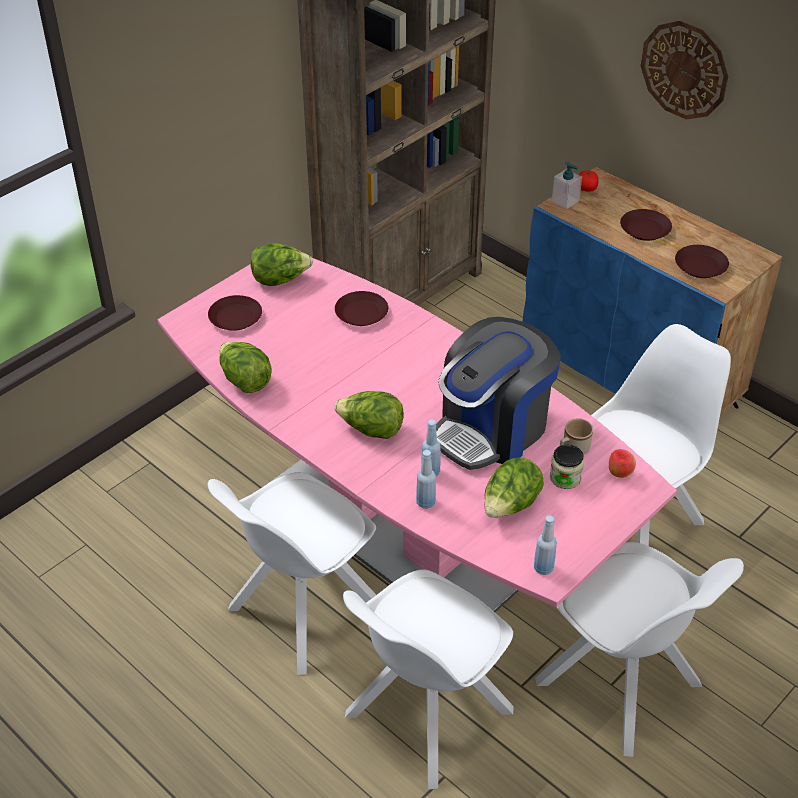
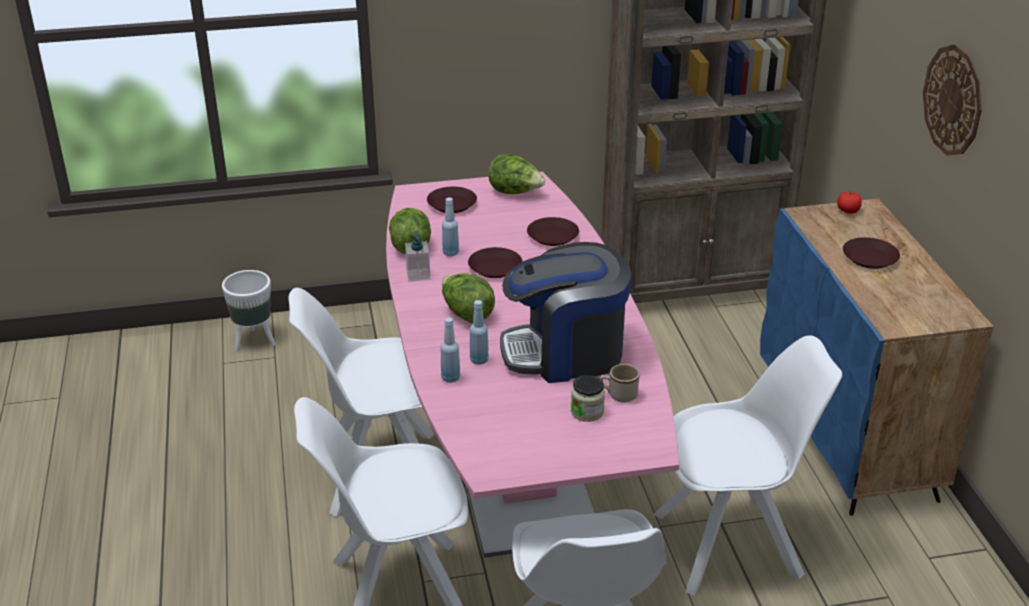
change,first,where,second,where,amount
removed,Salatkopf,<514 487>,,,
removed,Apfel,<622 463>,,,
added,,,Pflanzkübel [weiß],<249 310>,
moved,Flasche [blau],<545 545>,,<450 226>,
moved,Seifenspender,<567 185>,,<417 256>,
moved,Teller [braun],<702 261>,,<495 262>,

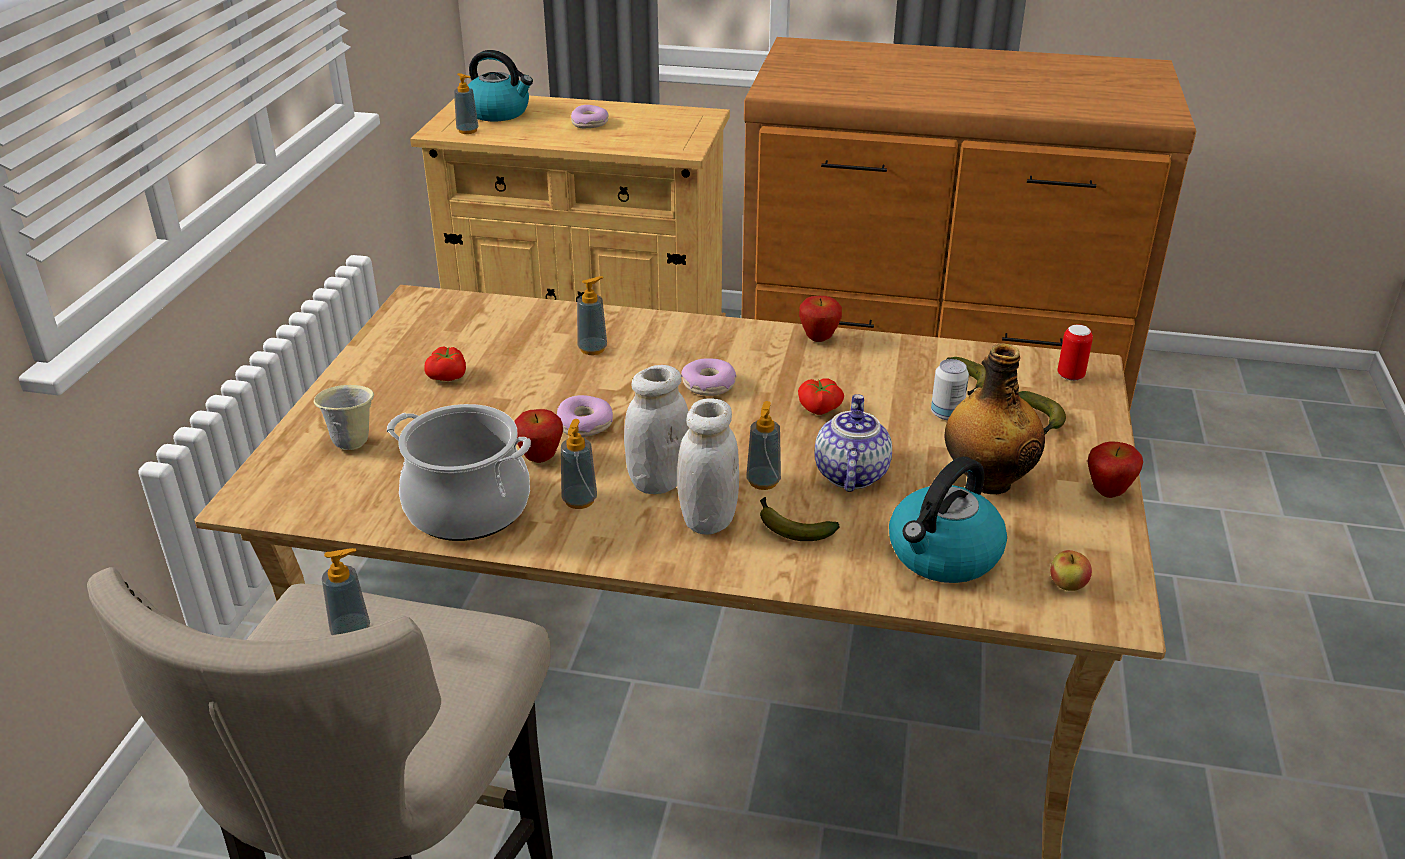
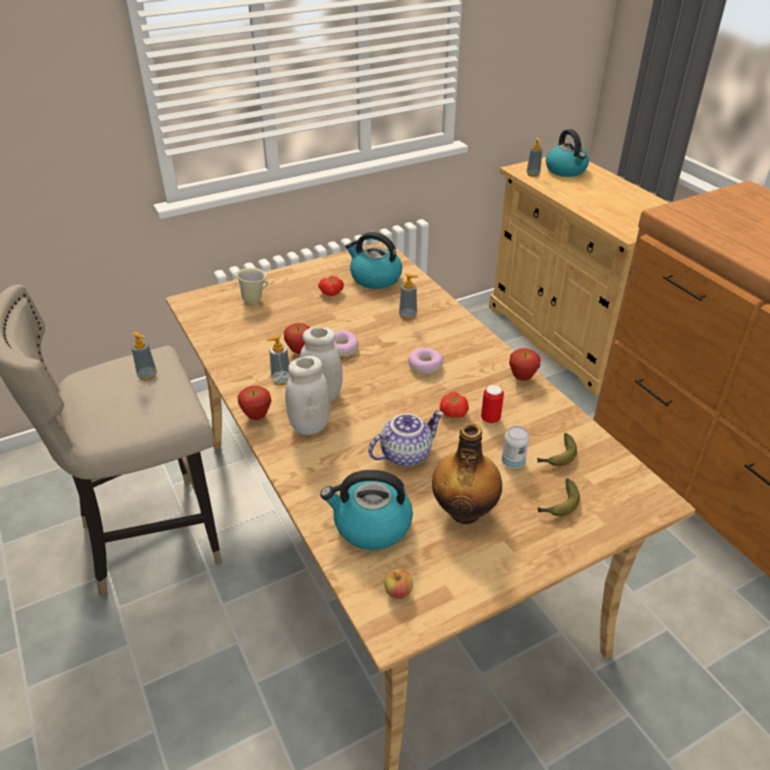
change,first,where,second,where,amount
removed,Kochtopf,<459 472>,,,
removed,Donut,<590 116>,,,
removed,Seifenspender,<763 445>,,,
removed,Banane,<800 519>,,,
added,,,Wasserkessel,<373 260>,
moved,Dose,<1075 353>,,<492 404>,
moved,Apfel,<1115 469>,,<254 403>,

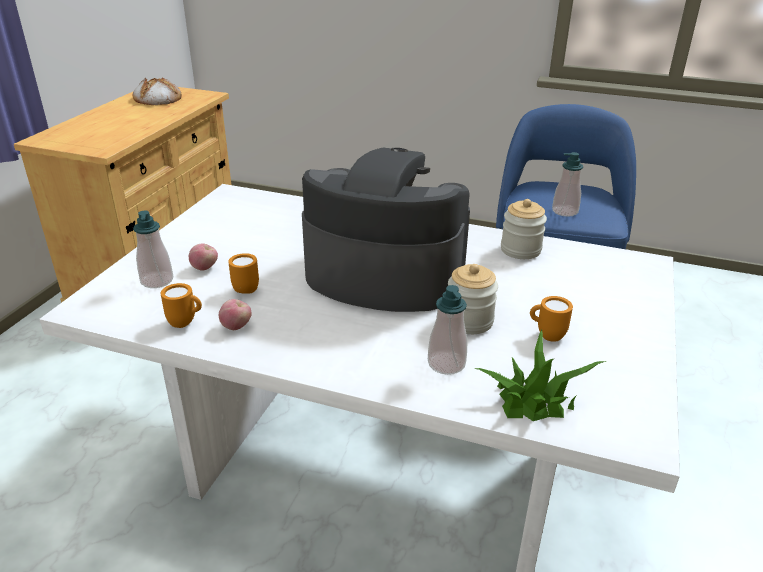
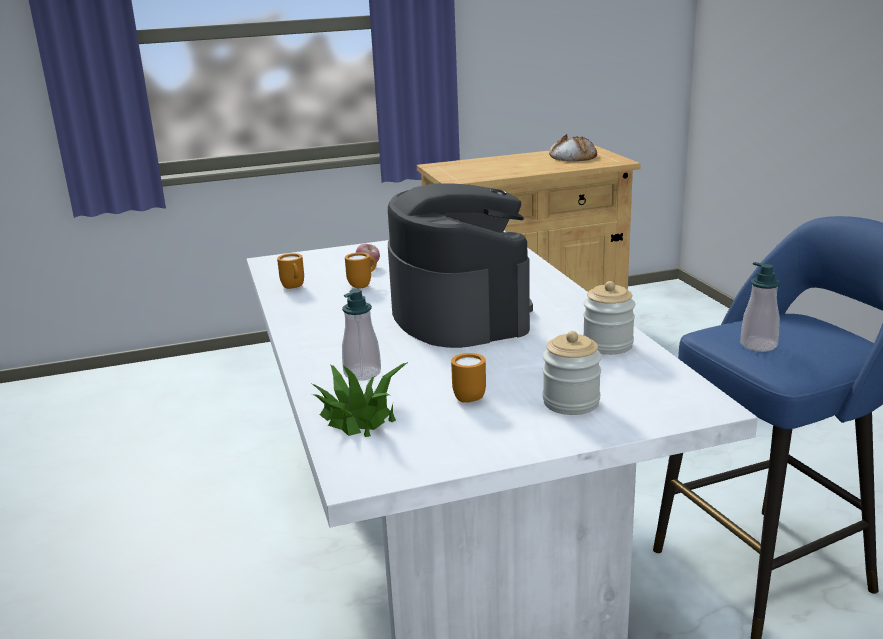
change,first,where,second,where,amount
removed,Seifenspender,<153 249>,,,
removed,Apfel,<235 314>,,,
moved,Vorratsglas,<473 299>,,<572 373>,

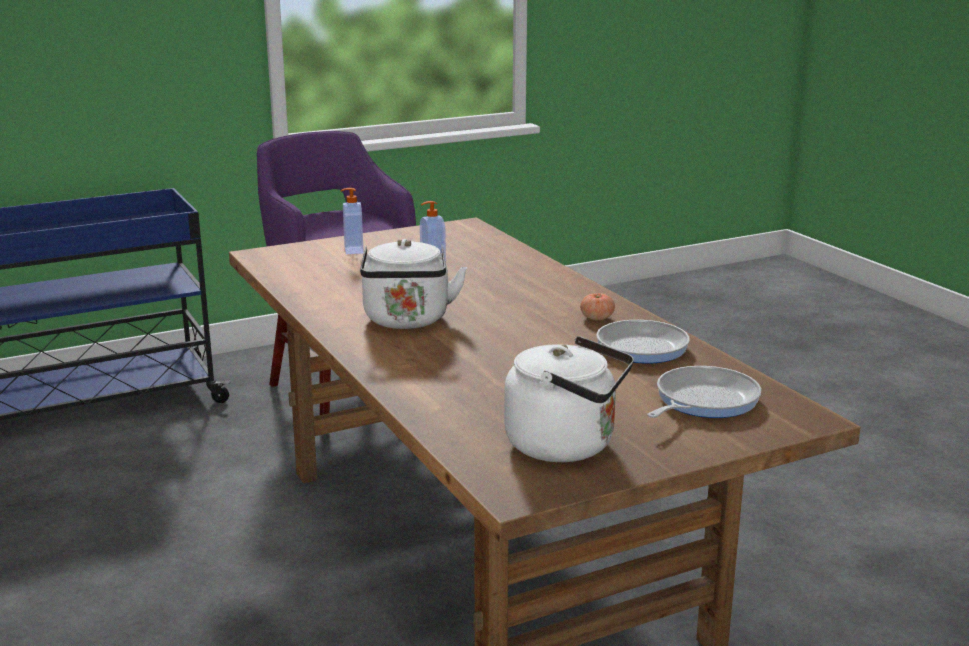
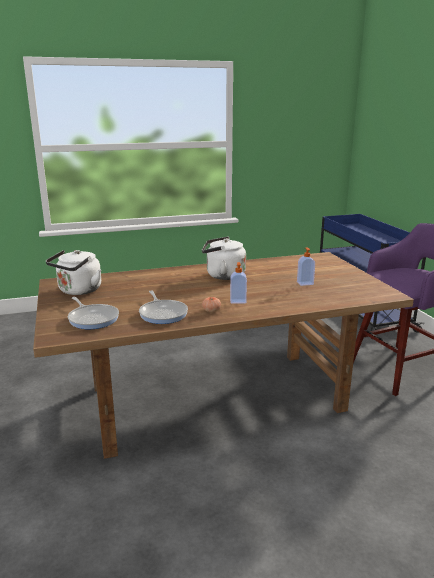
change,first,where,second,where,amount
moved,Seifenspender,<352 221>,,<238 283>,

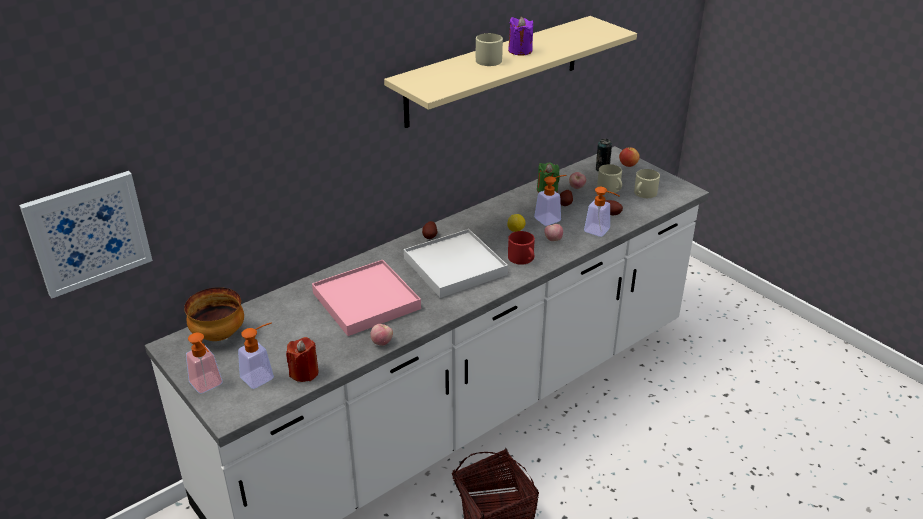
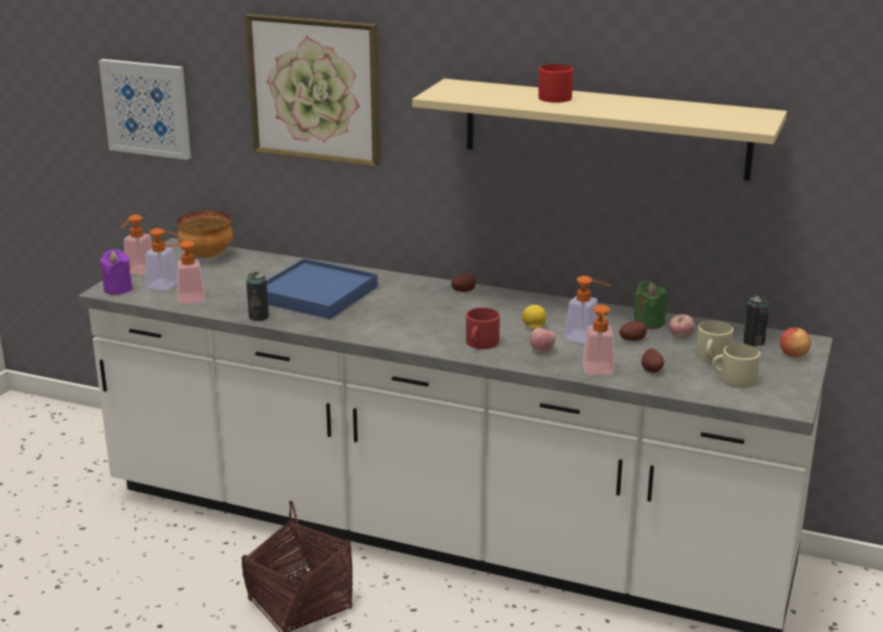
change,first,where,second,where,amount
removed,Tablett [weiß],<456 263>,,,
added,,,Bild,<312 90>,
moved,Kerze [lila],<520 36>,,<116 272>,
replaced,Kerze [rot],<302 359>,Seifenspender,<182 272>,
replaced,Apfel,<381 335>,Dose,<257 296>,
recoloured,Tablett [rosa],<366 298>,Tablett [blau],<322 289>,
recoloured,Henkelbecher [beige],<489 49>,Henkelbecher [rot],<555 83>,

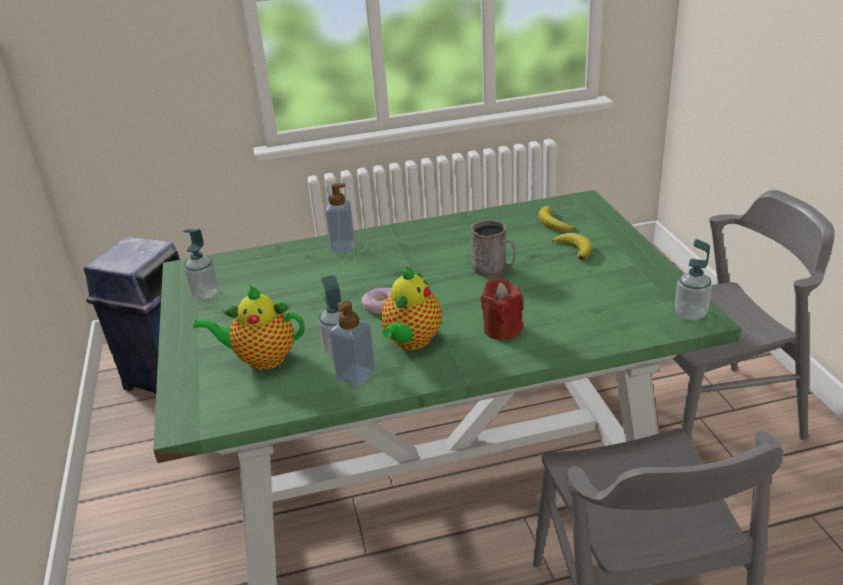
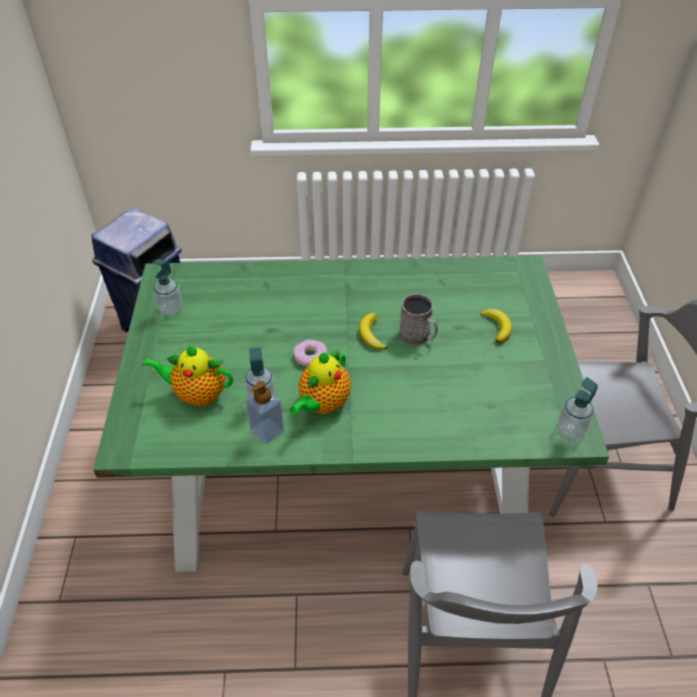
change,first,where,second,where,amount
removed,Seifenspender,<340 217>,,,
removed,Kerze [rot],<502 308>,,,
moved,Banane,<556 219>,,<373 331>,

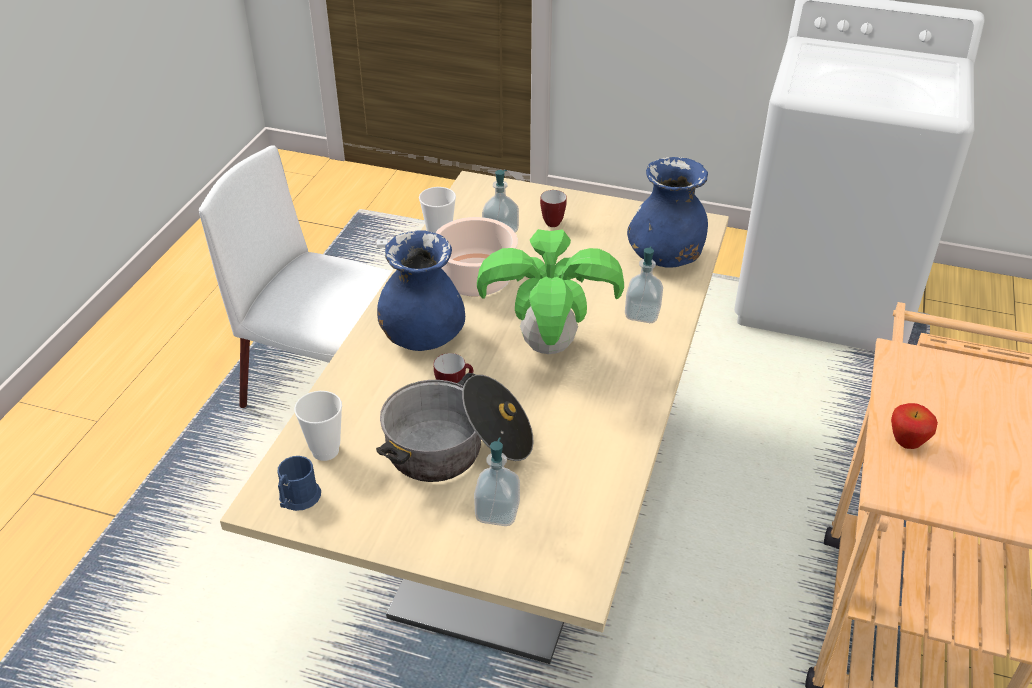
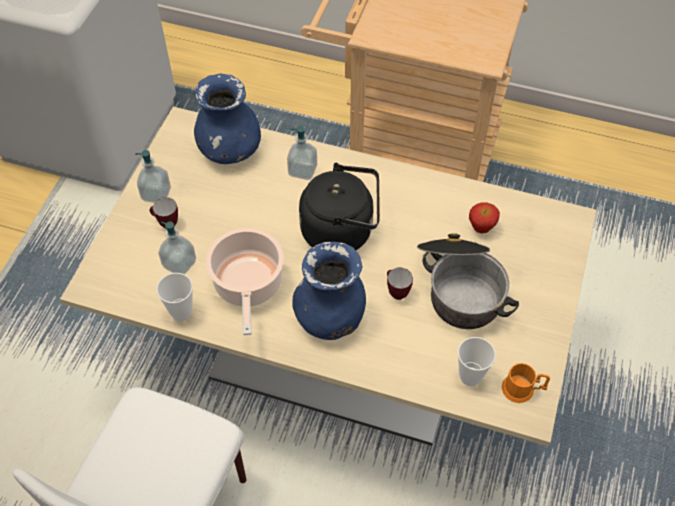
change,first,where,second,where,amount
moved,Seifenspender,<497 481>,,<153 176>,
moved,Apfel,<914 426>,,<484 217>,
replaced,Topfpflanze,<550 291>,Wasserkessel [schwarz],<339 206>,
recoloured,Henkelbecher [blau],<299 483>,Henkelbecher [orange],<526 383>,

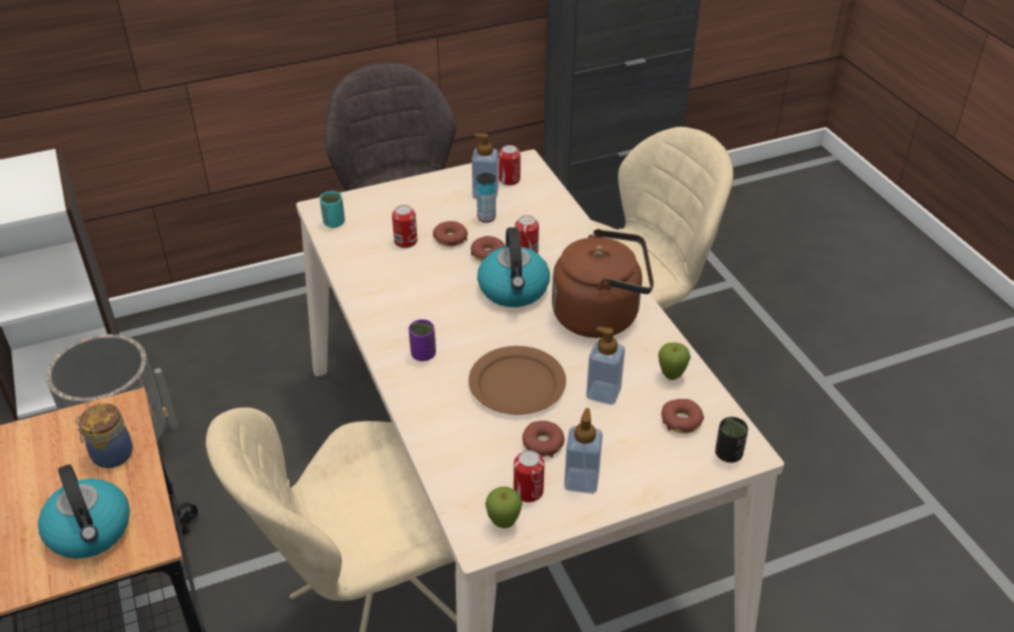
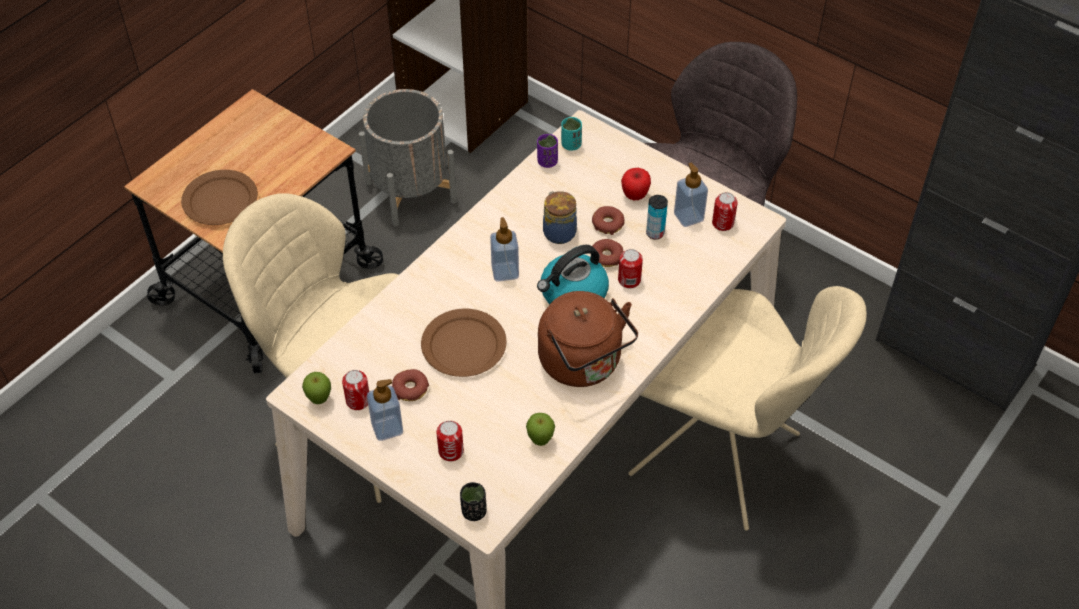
change,first,where,second,where,amount
removed,Donut,<682 416>,,,
added,,,Apfel,<636 184>,
moved,Vorratsglas,<104 435>,,<560 217>,
moved,Dose,<404 226>,,<450 441>,
moved,Tasse [lila],<422 340>,,<547 151>,
moved,Seifenspender,<605 366>,,<504 249>,
replaced,Wasserkessel,<84 511>,Teller [braun],<219 197>,

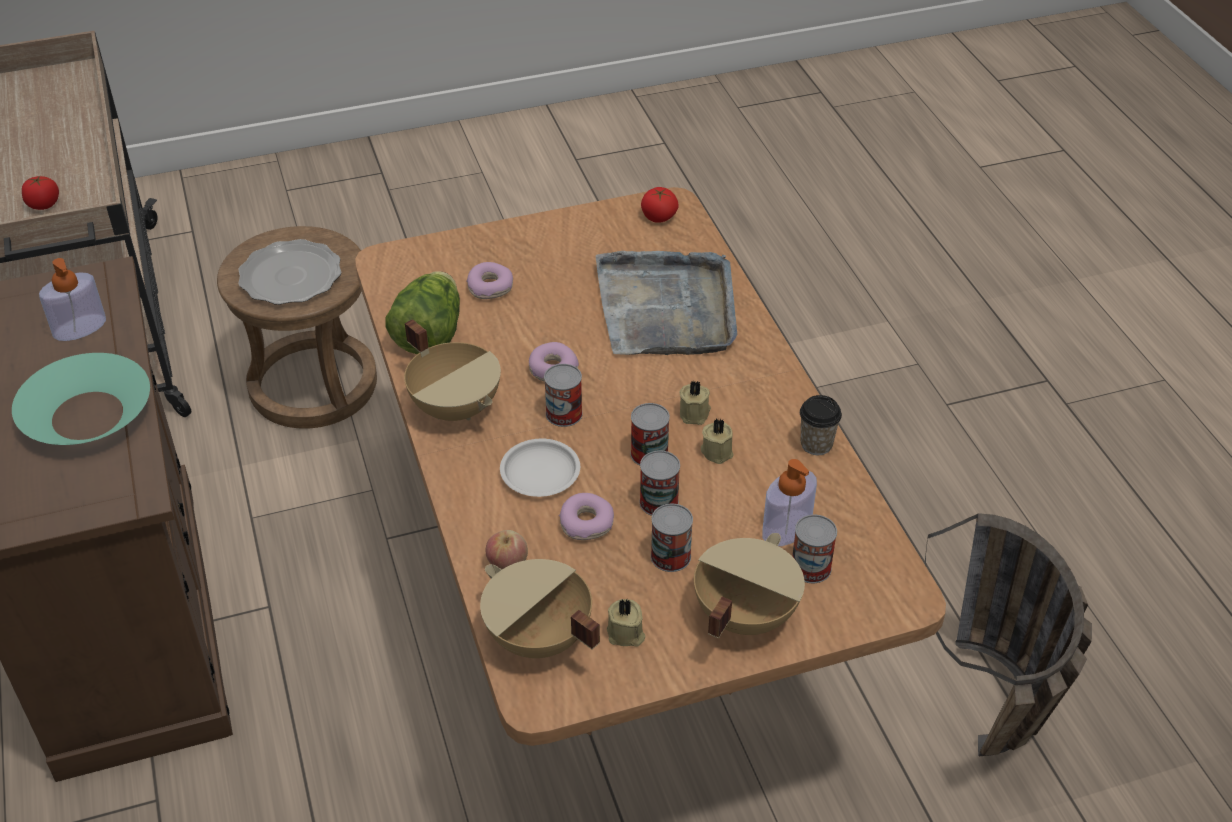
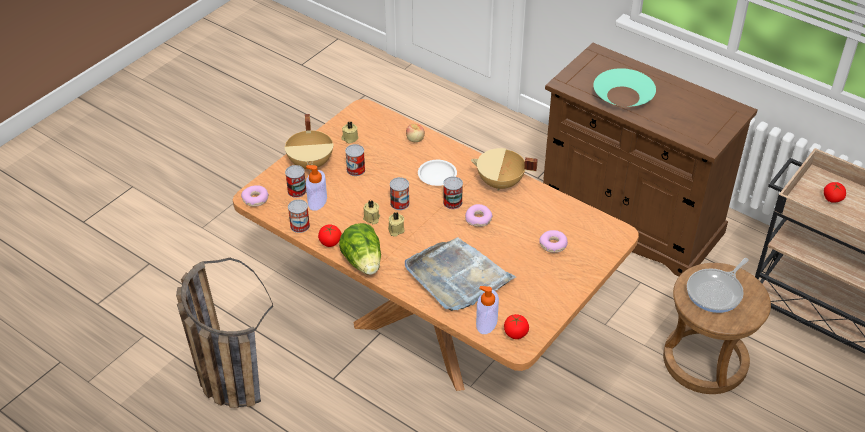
change,first,where,second,where,amount
removed,Kochtopf [beige],<540 608>,,,
moved,Seifenspender,<72 299>,,<487 310>,
moved,Salatkopf,<423 312>,,<360 249>,
moved,Donut,<586 516>,,<255 196>,
moved,Dose,<660 483>,,<299 216>,
replaced,Teller,<289 272>,Pfanne,<718 285>,
replaced,Tasse,<821 425>,Tomate,<330 236>,

